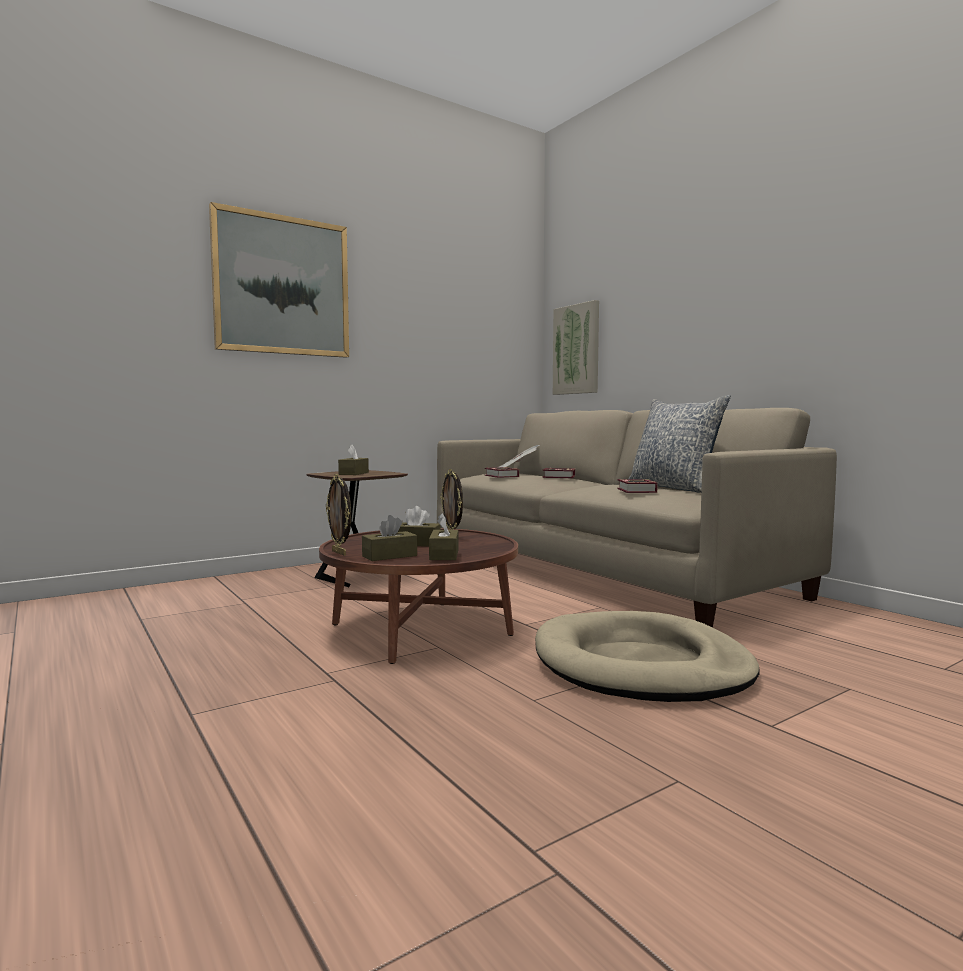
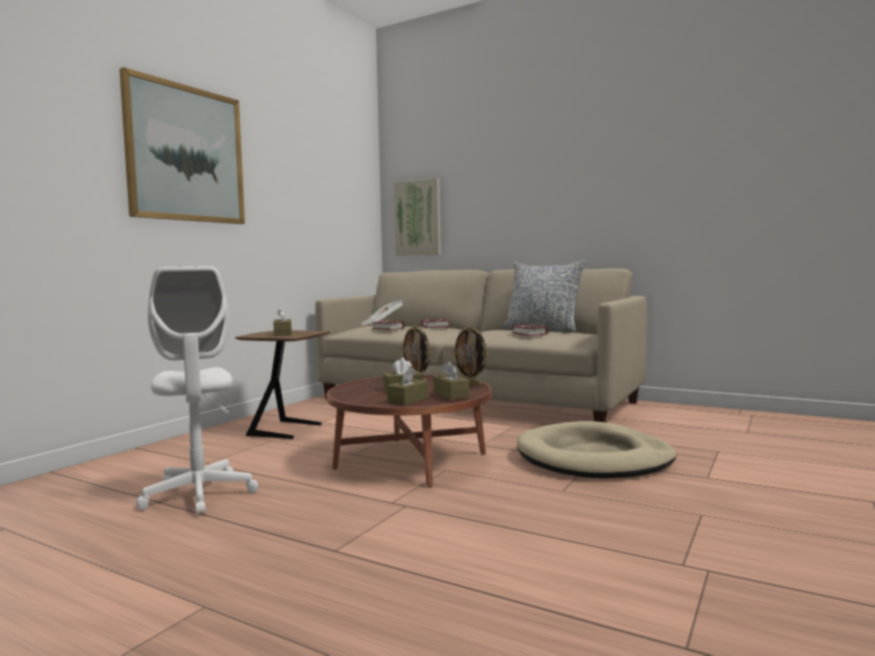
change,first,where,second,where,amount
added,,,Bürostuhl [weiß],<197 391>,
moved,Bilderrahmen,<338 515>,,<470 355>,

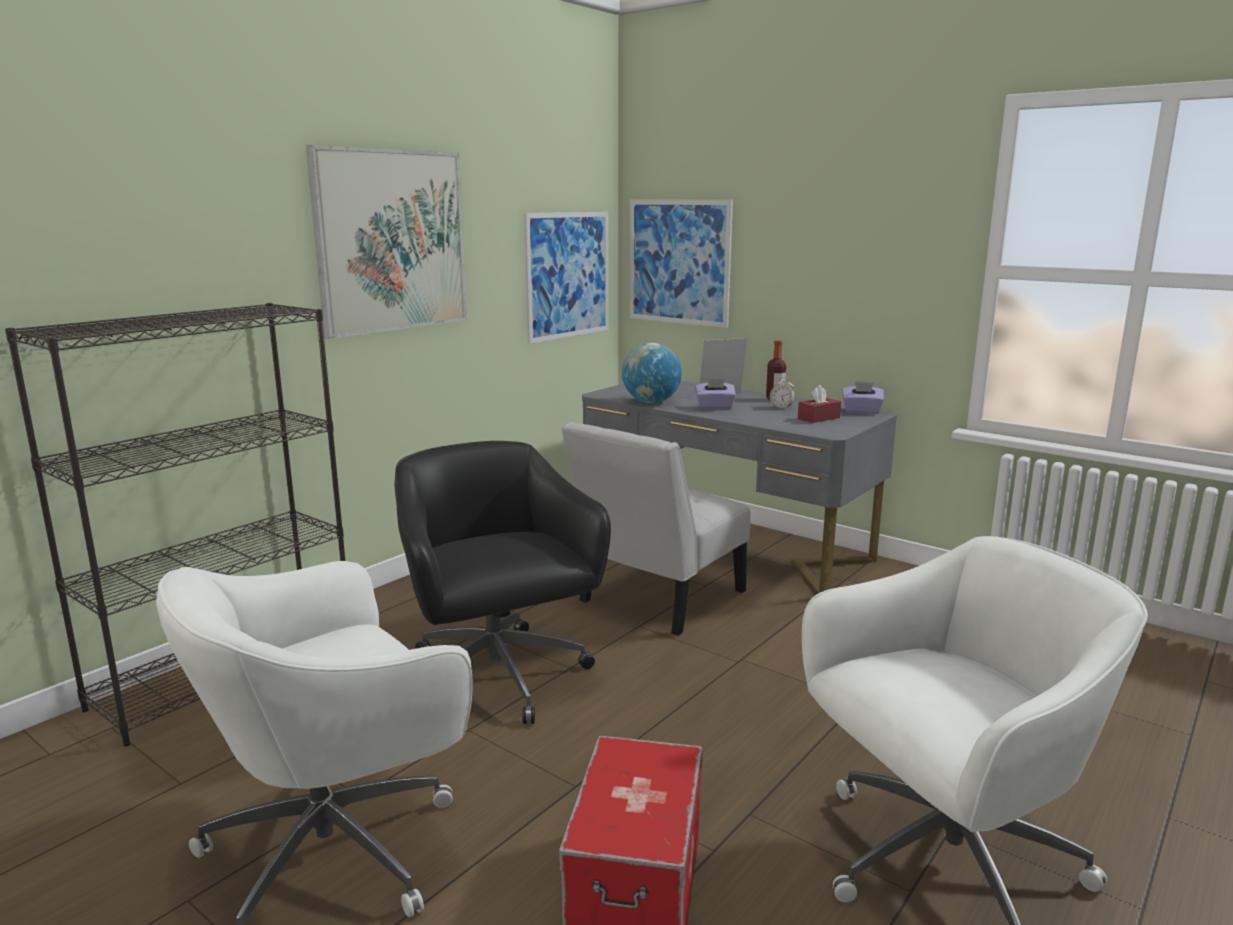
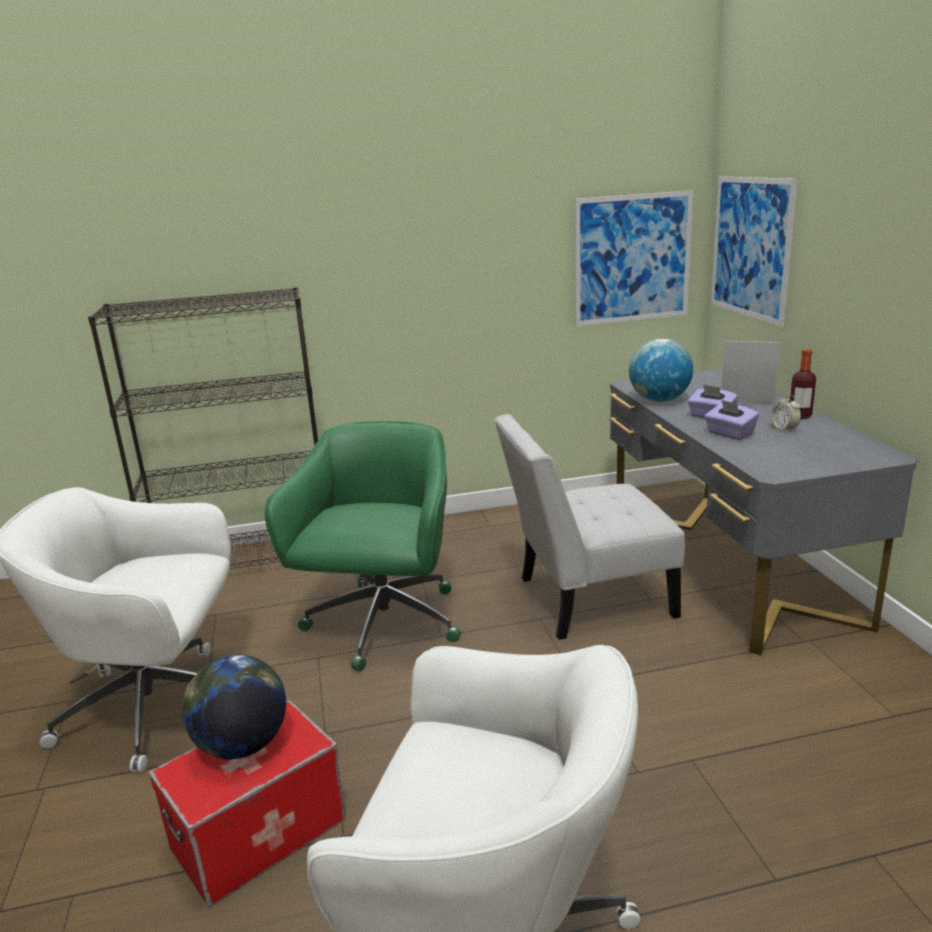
change,first,where,second,where,amount
removed,Bild,<386 242>,,,
removed,Taschentuchbox [rot],<819 404>,,,
added,,,Globus,<234 707>,
moved,Taschentuchbox [lila],<863 397>,,<732 419>,
recoloured,Bürostuhl [schwarz],<503 582>,Bürostuhl [grün],<362 546>,

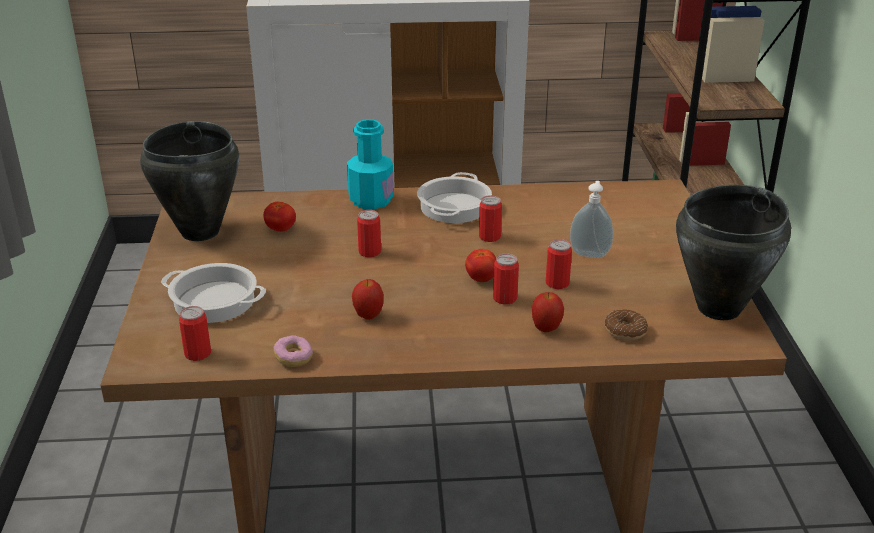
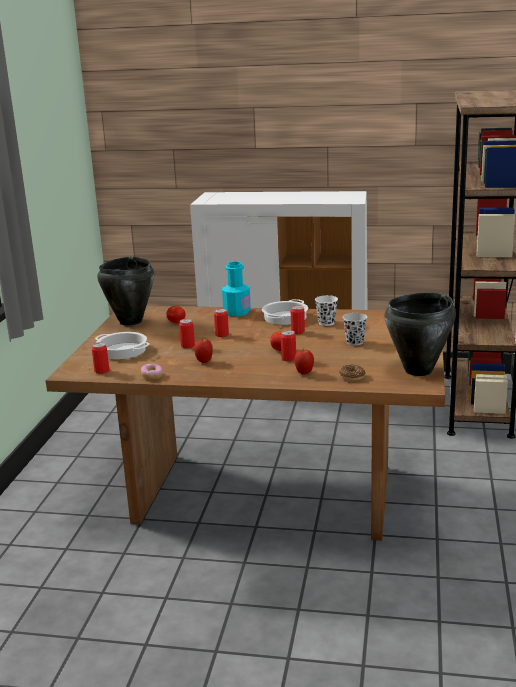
change,first,where,second,where,amount
added,,,Tasse [weiß],<326 310>,
moved,Dose,<559 264>,,<187 333>,
replaced,Seifenspender,<591 219>,Tasse [schwarz],<355 329>,

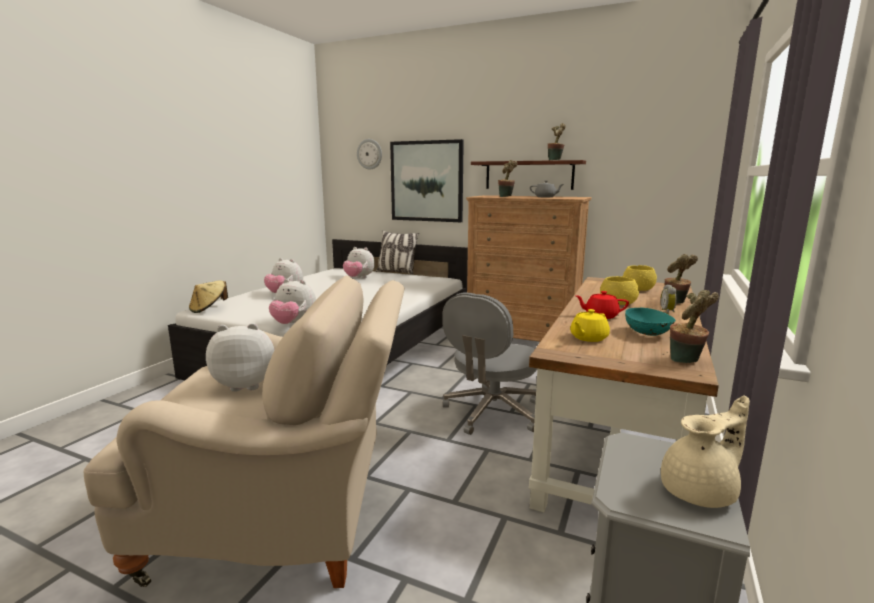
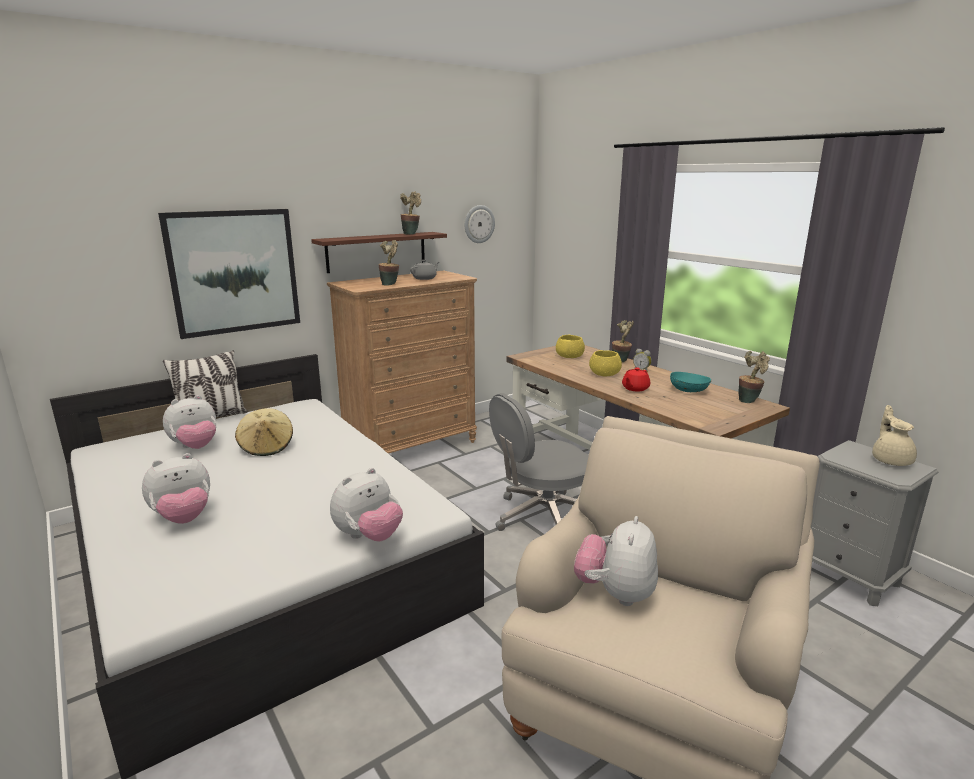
change,first,where,second,where,amount
removed,Teekanne [gelb],<590 325>,,,
moved,Hut [beige],<208 297>,,<264 432>,
moved,Wanduhr,<369 154>,,<480 224>,
turned,Bürostuhl [grau],<489 363>,,<539 462>,90 degrees clockwise

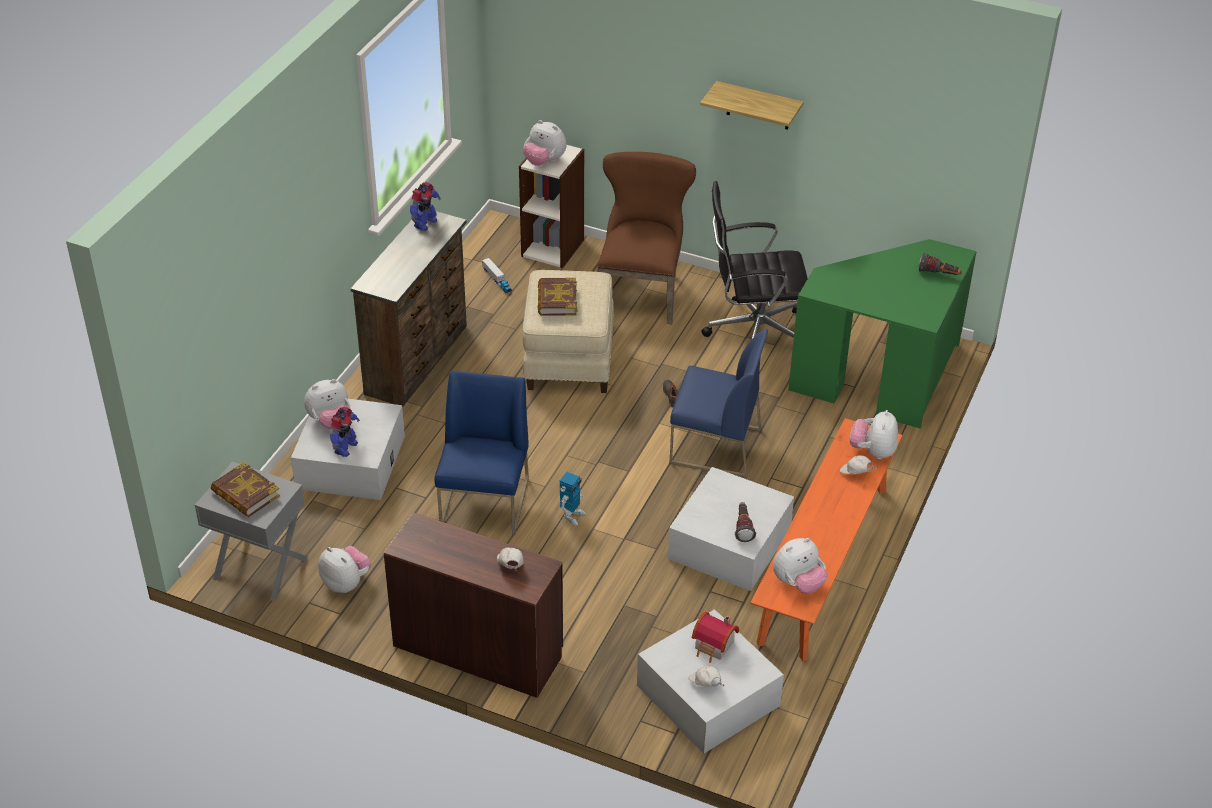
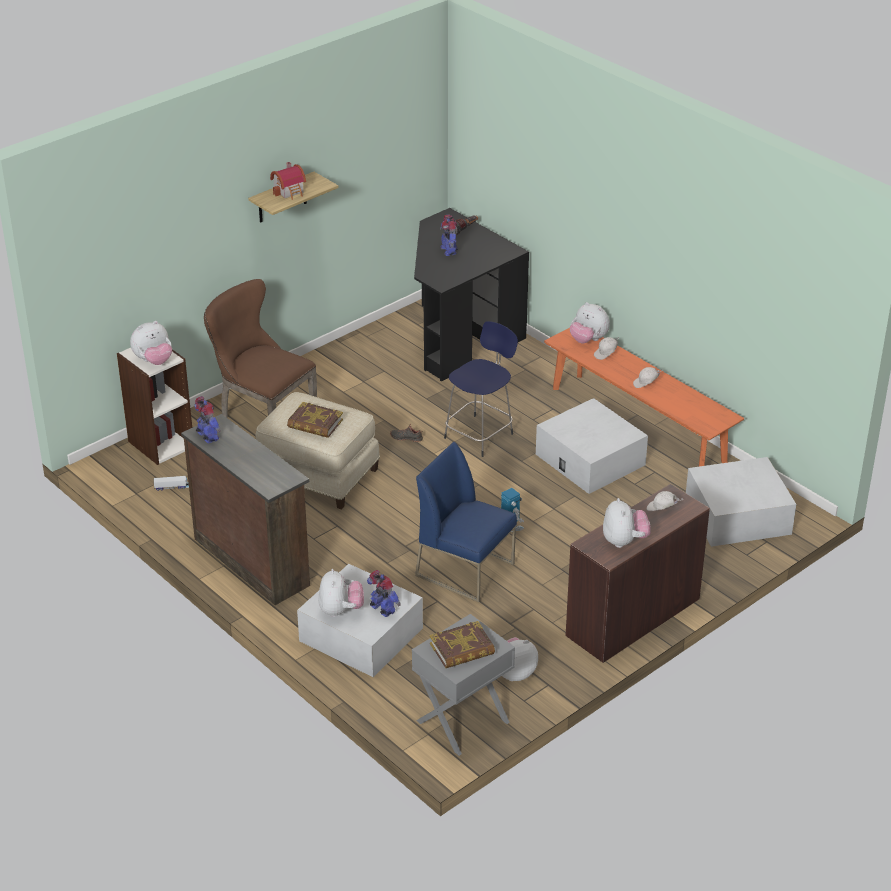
change,first,where,second,where,amount
removed,Bürostuhl [schwarz],<754 259>,,,
removed,Taschenlampe,<745 522>,,,
added,,,Spielzeugroboter,<449 235>,
moved,Kappe [weiß],<706 676>,,<648 377>,
moved,Spielzeughaus,<715 637>,,<288 181>,
moved,Plüschtier,<800 566>,,<627 523>,
replaced,Stuhl [blau],<719 403>,Hocker [blau],<481 389>,
recoloured,Schreibtisch [grün],<882 334>,Schreibtisch [schwarz],<471 295>,

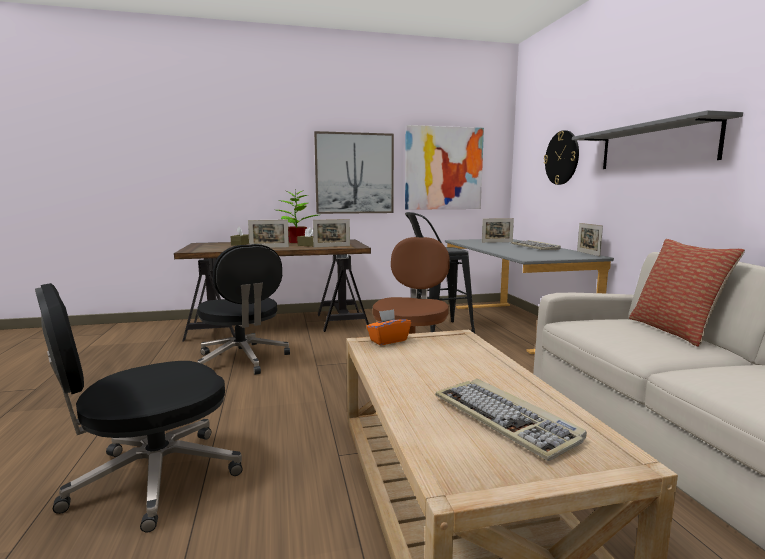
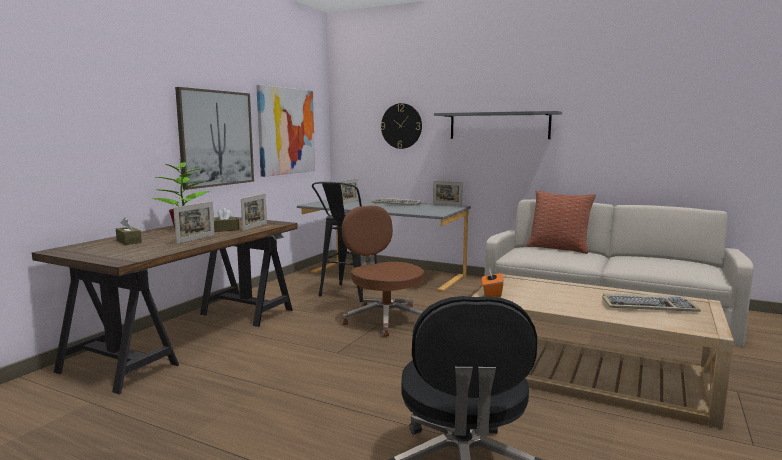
change,first,where,second,where,amount
removed,Bürostuhl [schwarz],<244 309>,,,

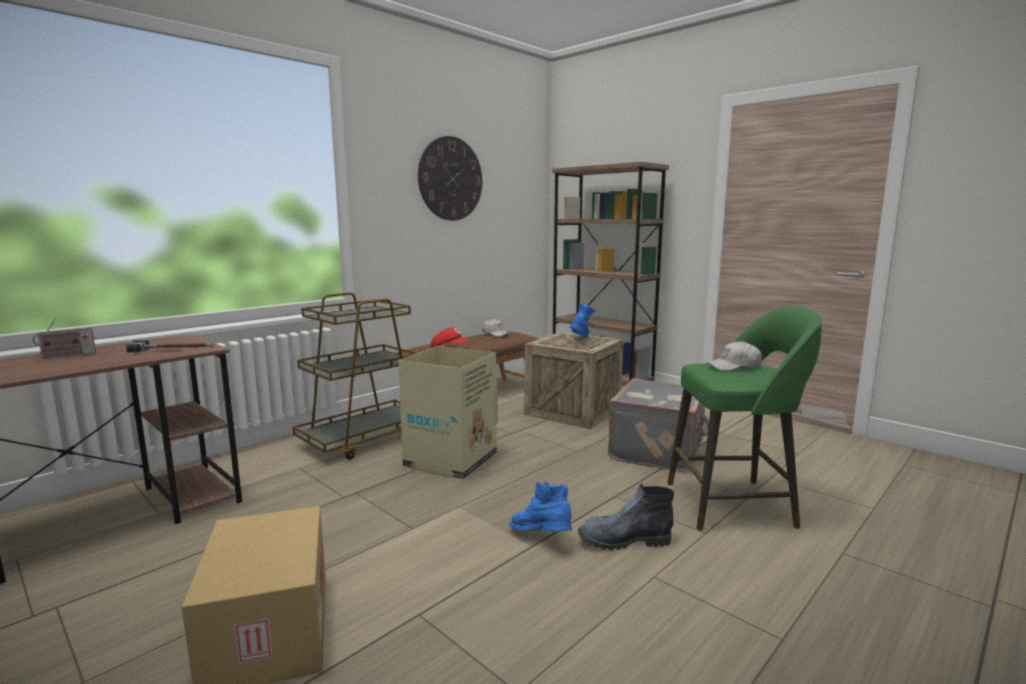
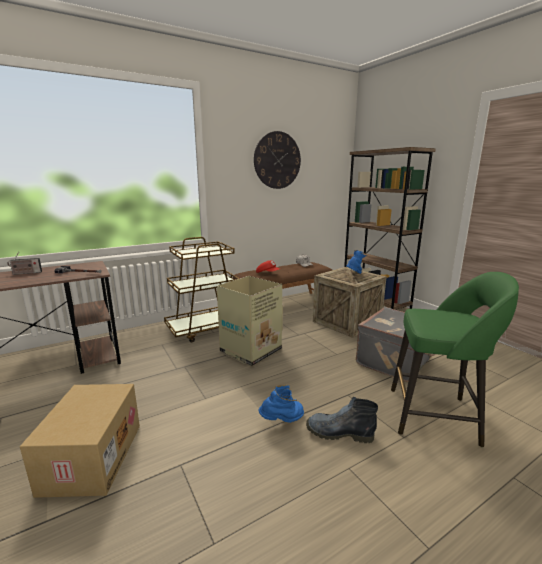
change,first,where,second,where,amount
removed,Kappe [weiß],<734 356>,,,
turned,Stiefel [blau],<540 506>,,<281 404>,90 degrees clockwise

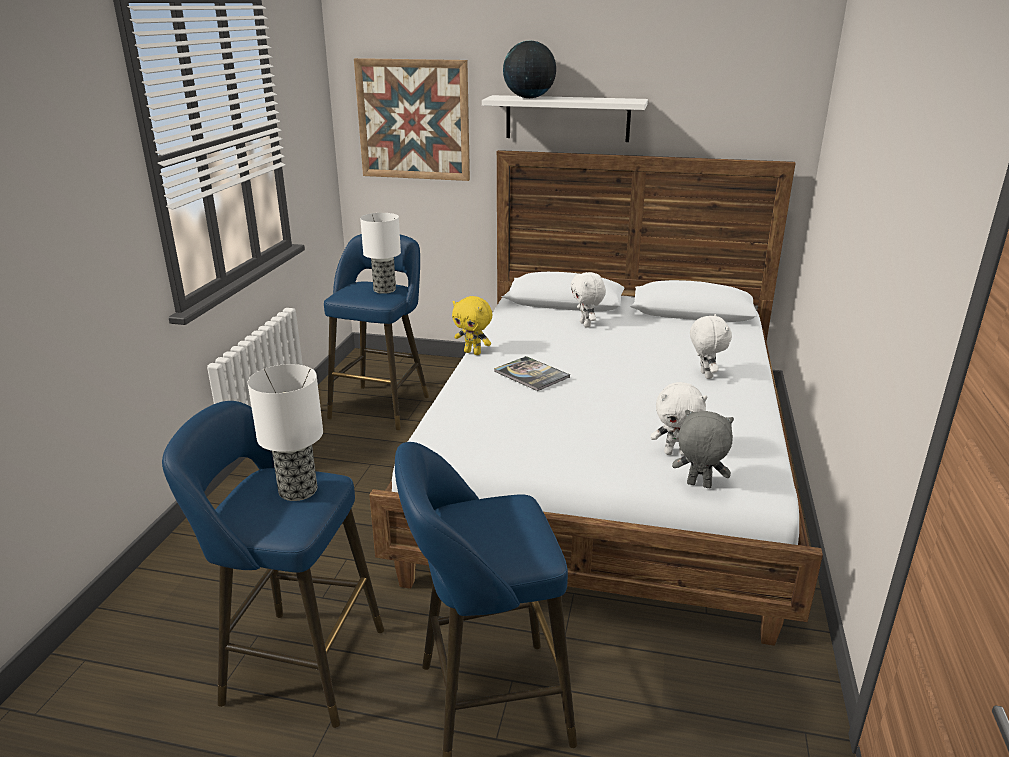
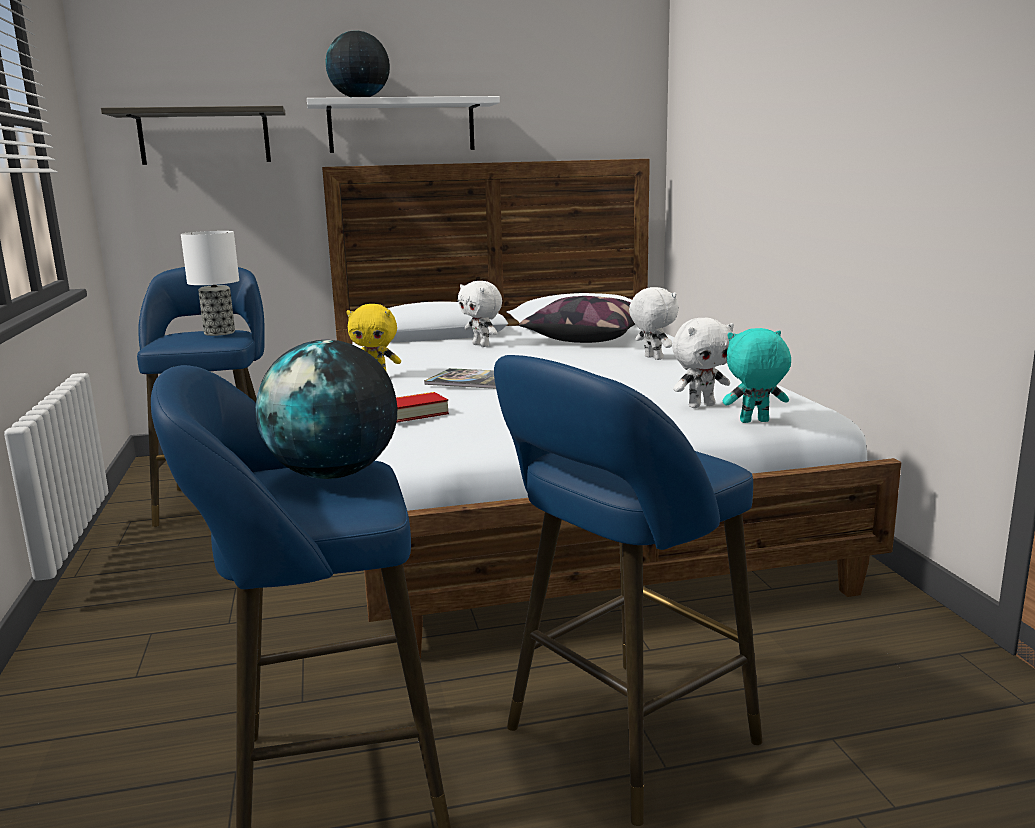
change,first,where,second,where,amount
added,,,Buch,<422 407>,
added,,,Kissen,<577 319>,
replaced,Tischlampe,<285 432>,Globus,<326 409>,
replaced,Bild,<412 119>,Wandregal,<193 135>,
recoloured,Plüschtier [grau],<703 449>,Plüschtier [türkis],<757 375>,

